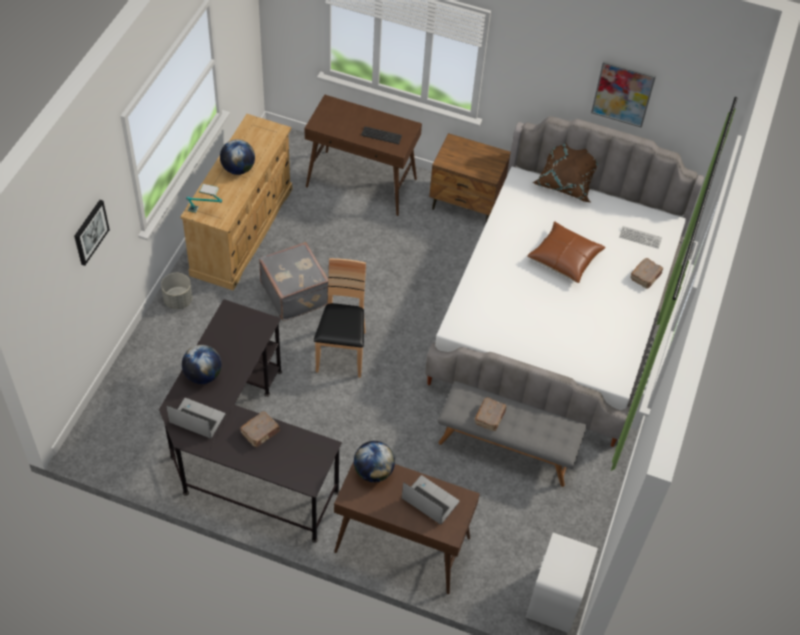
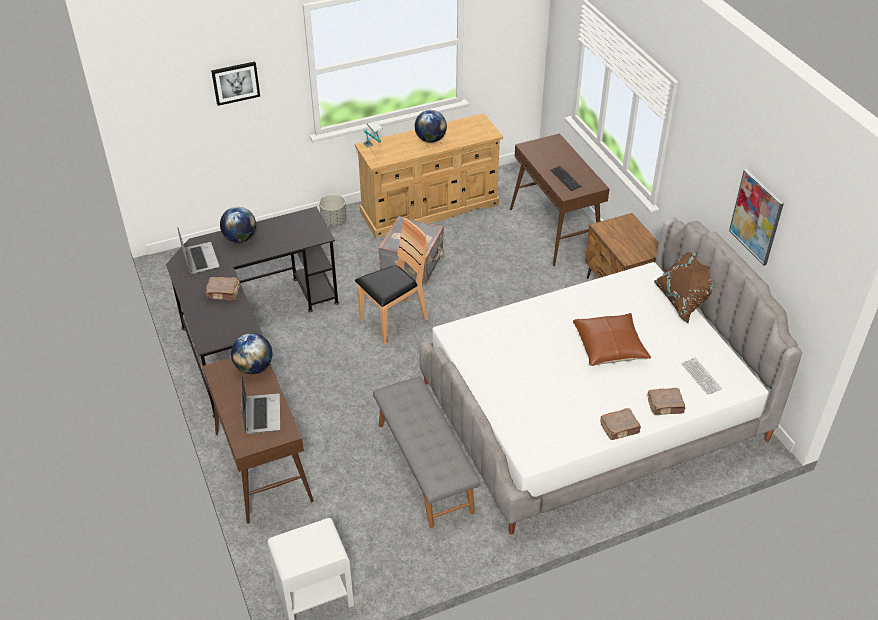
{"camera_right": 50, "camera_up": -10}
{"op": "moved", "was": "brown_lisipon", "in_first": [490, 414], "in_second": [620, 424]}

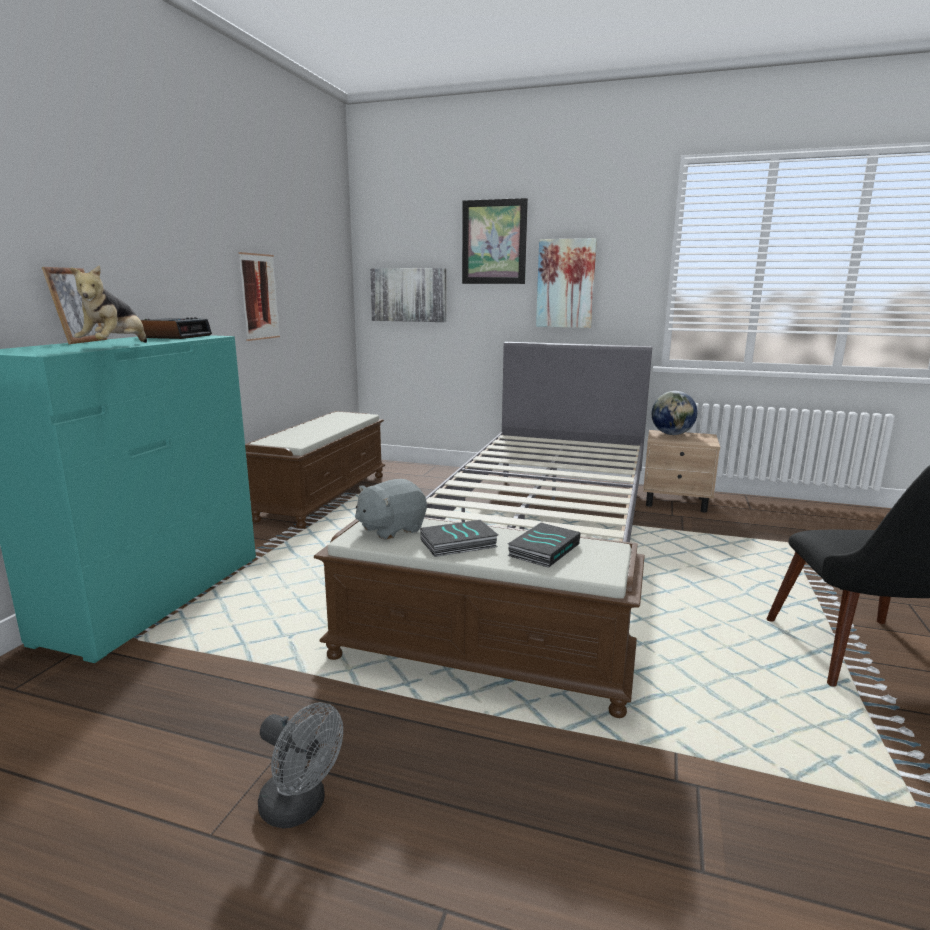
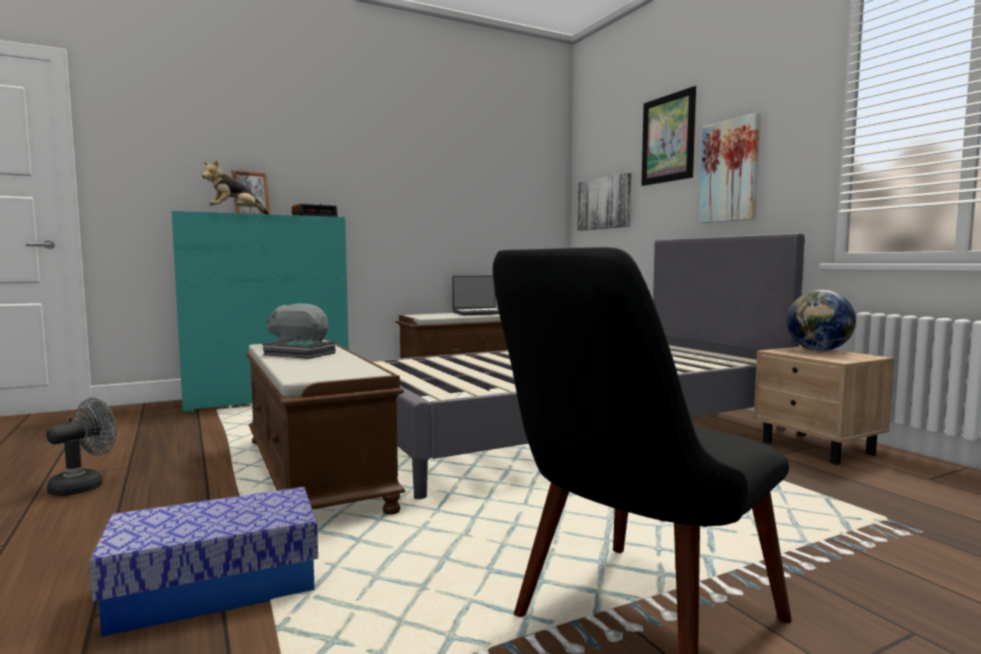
{"camera_right": 45, "camera_up": -10}
{"op": "turned", "was": "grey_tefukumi", "in_first": [300, 765], "in_second": [81, 447], "clockwise": -135}
{"op": "added", "now": "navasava", "in_second": [203, 562]}
{"op": "added", "now": "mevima", "in_second": [475, 295]}
{"op": "removed", "was": "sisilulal", "in_first": [259, 296]}
{"op": "removed", "was": "lisipon", "in_first": [543, 545]}

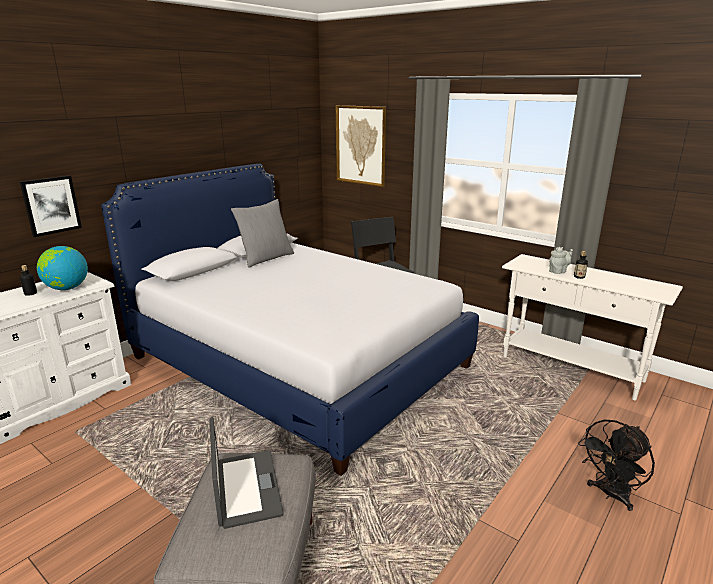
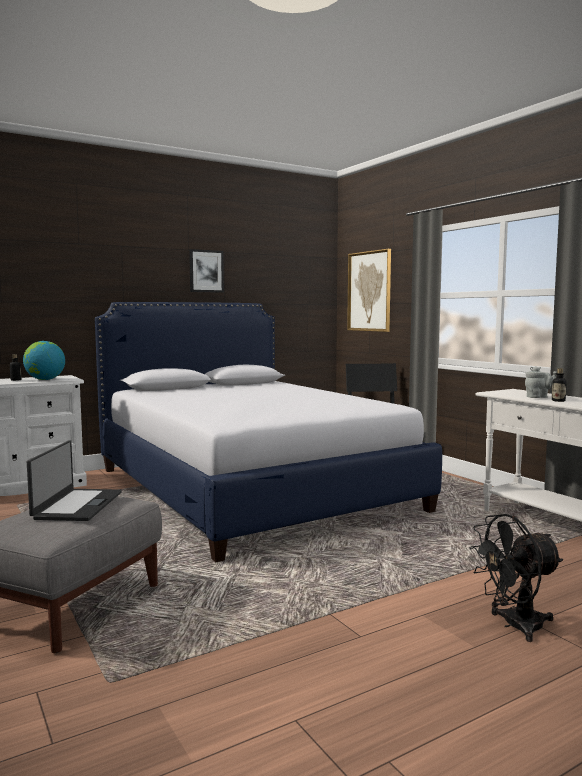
{"camera_right": 20, "camera_up": -15}
{"op": "moved", "was": "sisilulal", "in_first": [51, 206], "in_second": [206, 271]}
{"op": "removed", "was": "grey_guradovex", "in_first": [262, 233]}

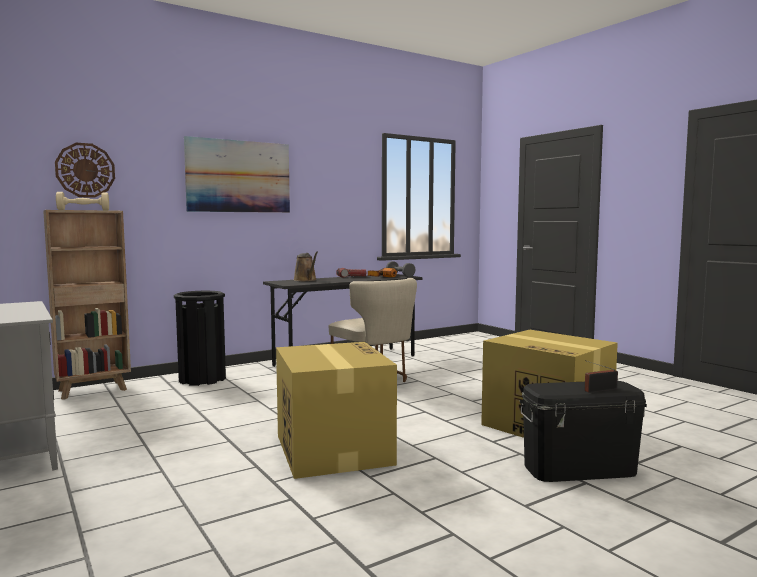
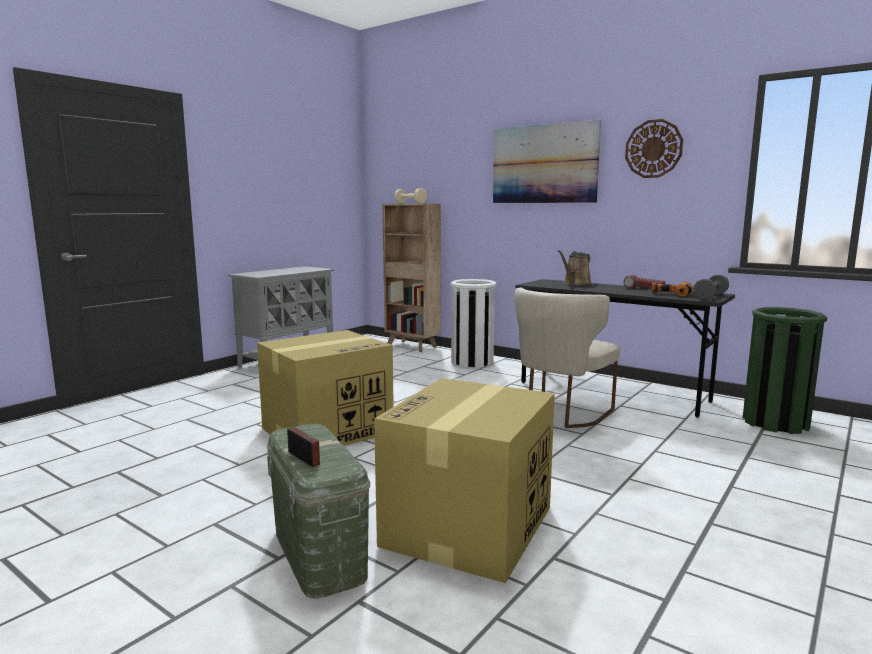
{"camera_right": 70, "camera_up": 5}
{"op": "recoloured", "was": "black_navasava", "now": "green_navasava", "in_first": [583, 431], "in_second": [318, 511]}
{"op": "recoloured", "was": "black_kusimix", "now": "white_kusimix", "in_first": [200, 338], "in_second": [473, 323]}
{"op": "moved", "was": "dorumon", "in_first": [85, 170], "in_second": [654, 148]}
{"op": "added", "now": "green_kusimix", "in_second": [785, 370]}

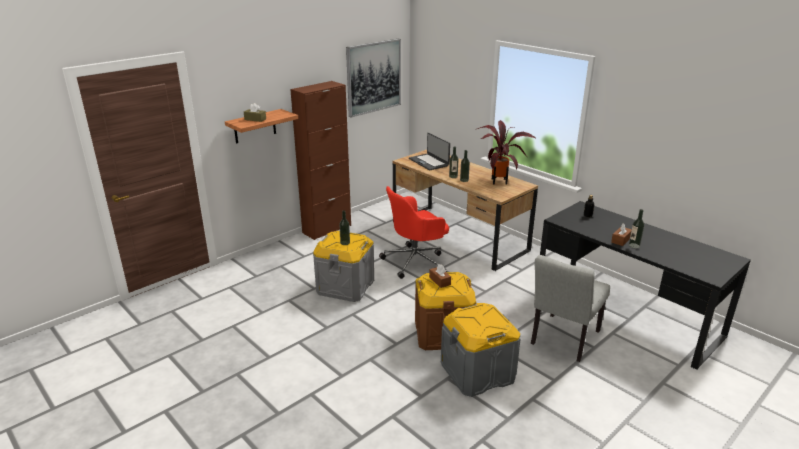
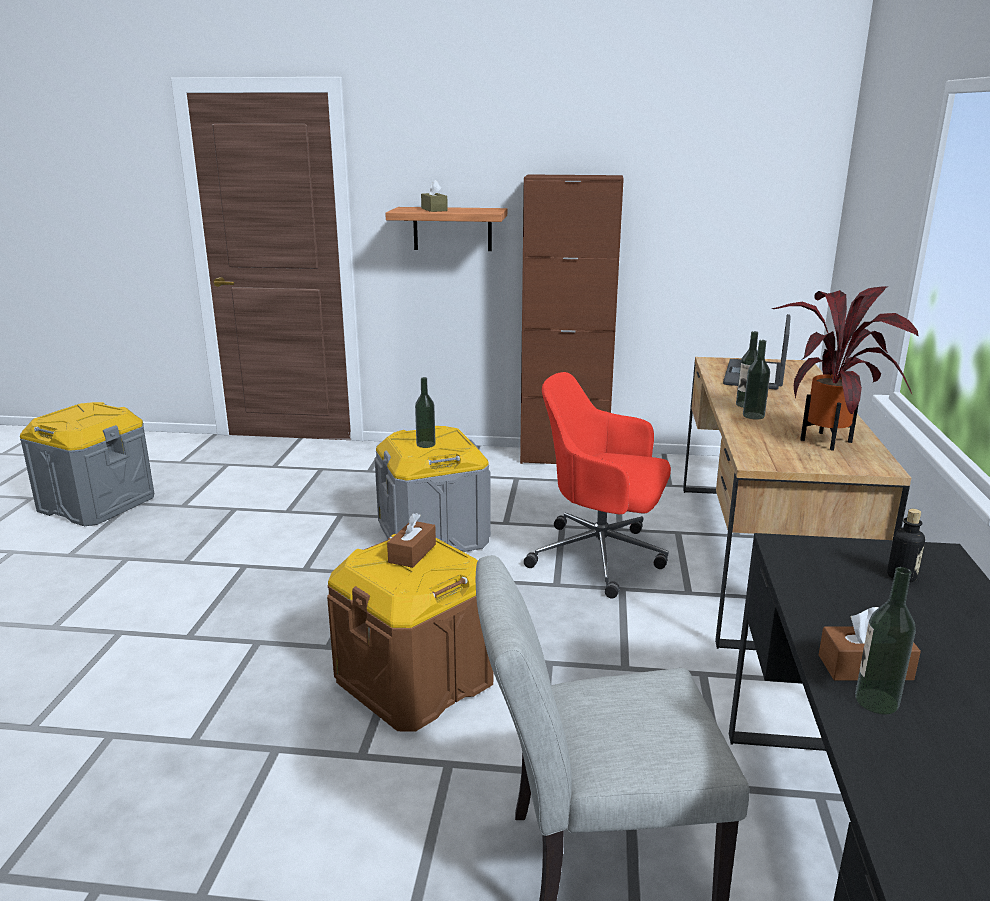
{"camera_right": 50, "camera_up": -5}
{"op": "moved", "was": "grey_navasava", "in_first": [481, 350], "in_second": [87, 464]}
{"op": "removed", "was": "sisilulal", "in_first": [373, 78]}

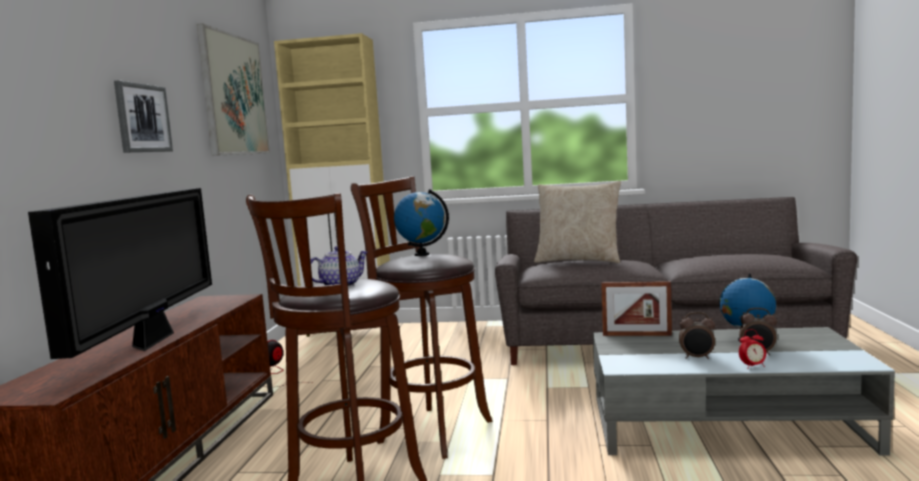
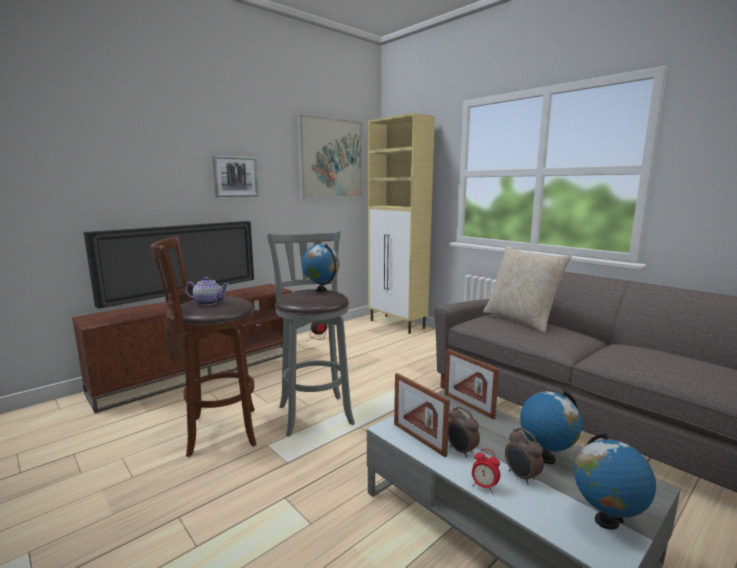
{"camera_right": 40, "camera_up": 5}
{"op": "recoloured", "was": "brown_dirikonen", "now": "grey_dirikonen", "in_first": [421, 317], "in_second": [311, 334]}
{"op": "added", "now": "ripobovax", "in_second": [422, 415]}
{"op": "added", "now": "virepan", "in_second": [615, 481]}

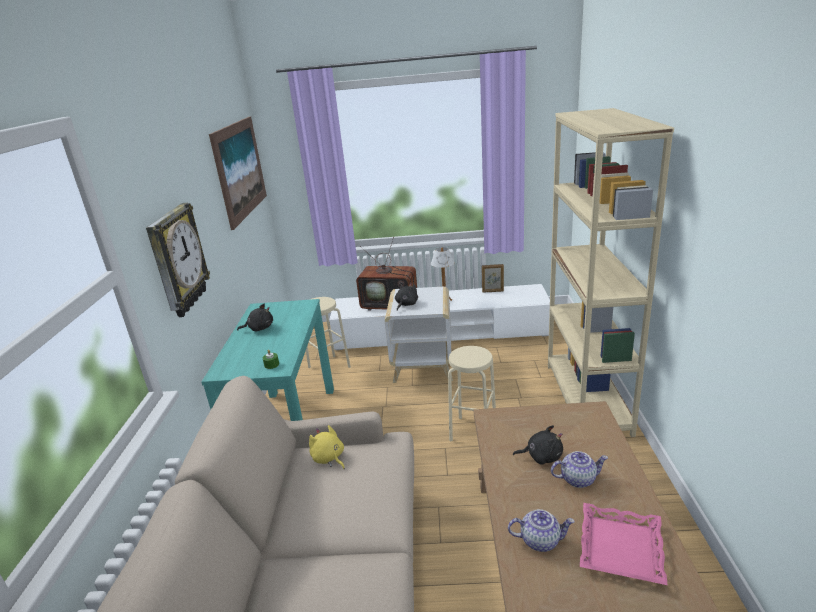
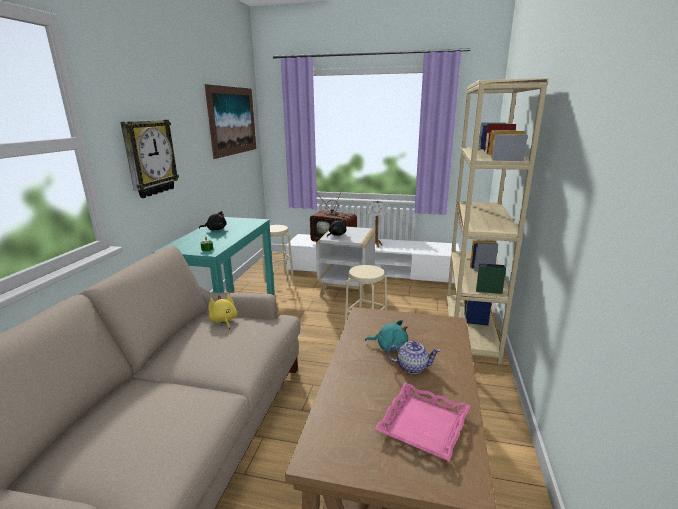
{"camera_right": 10, "camera_up": -5}
{"op": "recoloured", "was": "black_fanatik", "now": "turquoise_fanatik", "in_first": [538, 445], "in_second": [386, 335]}
{"op": "removed", "was": "ripobovax", "in_first": [493, 278]}
{"op": "removed", "was": "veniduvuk", "in_first": [541, 530]}

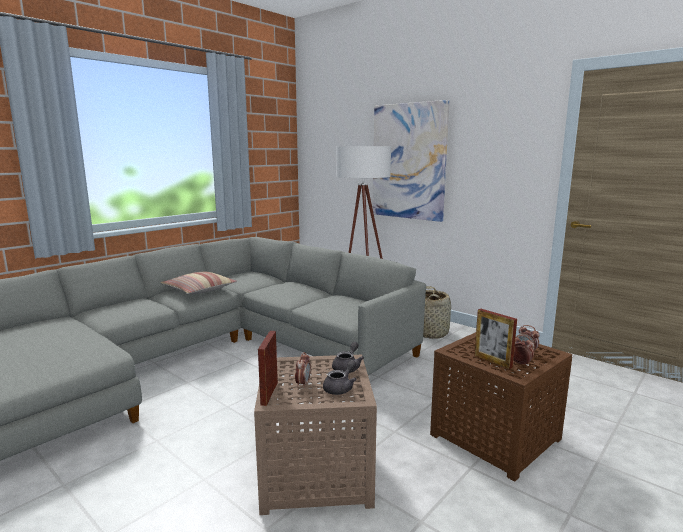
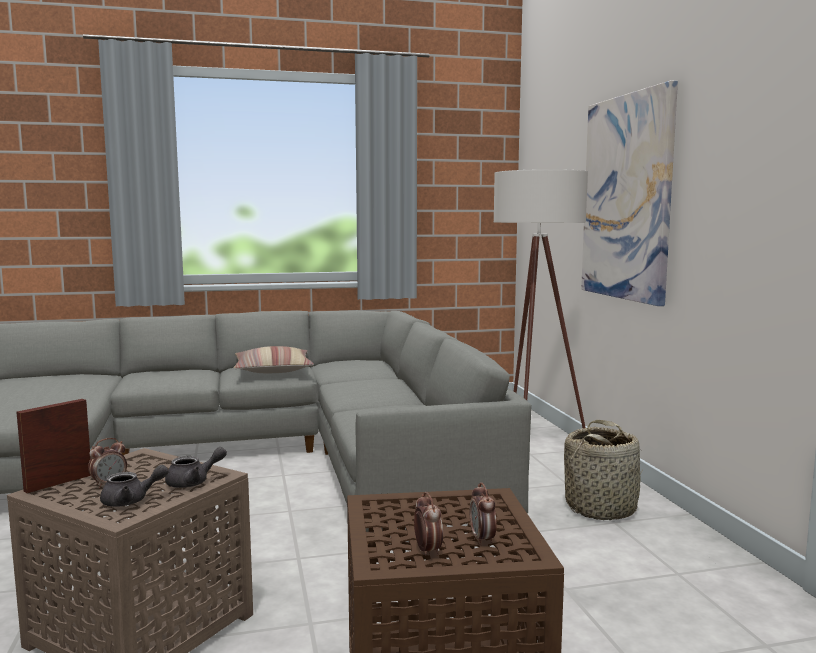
{"camera_right": 35, "camera_up": -5}
{"op": "removed", "was": "ripobovax", "in_first": [495, 339]}

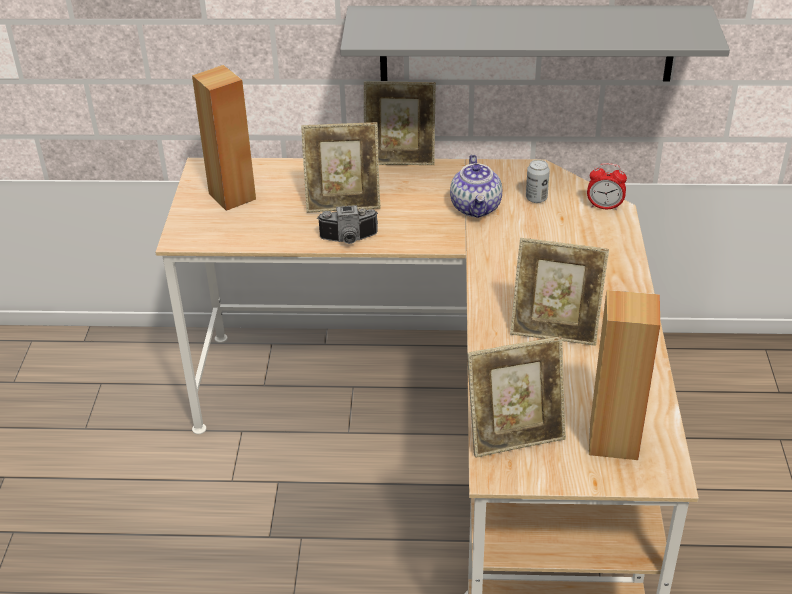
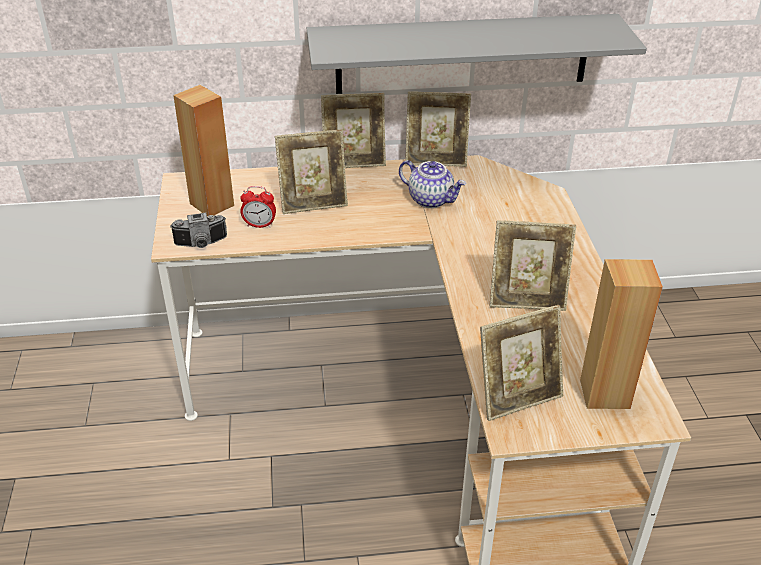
{"camera_right": -10, "camera_up": 0}
{"op": "moved", "was": "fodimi", "in_first": [348, 224], "in_second": [198, 230]}
{"op": "moved", "was": "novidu", "in_first": [607, 186], "in_second": [258, 207]}
{"op": "turned", "was": "veniduvuk", "in_first": [476, 186], "in_second": [432, 184], "clockwise": -45}
{"op": "added", "now": "ripobovax", "in_second": [438, 129]}
{"op": "removed", "was": "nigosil", "in_first": [538, 181]}

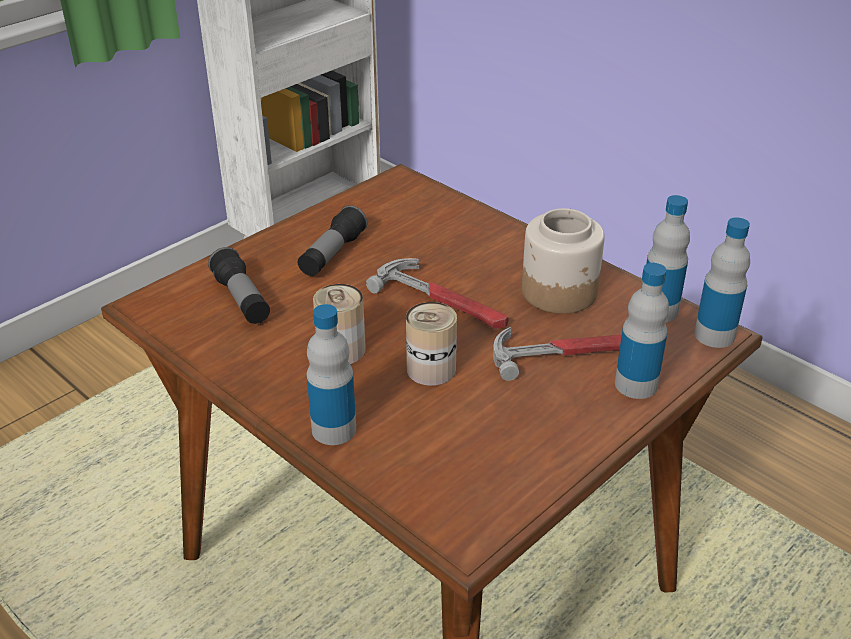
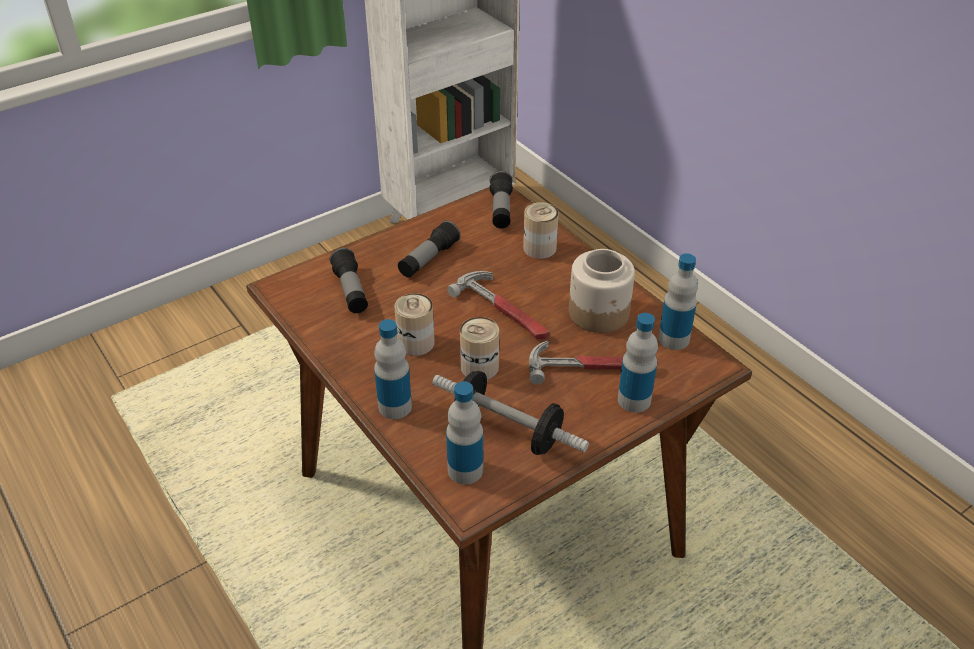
{"camera_right": 10, "camera_up": 5}
{"op": "added", "now": "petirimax", "in_second": [510, 413]}
{"op": "moved", "was": "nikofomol", "in_first": [722, 282], "in_second": [464, 432]}
{"op": "added", "now": "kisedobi", "in_second": [501, 200]}
{"op": "added", "now": "nigosil", "in_second": [541, 230]}

